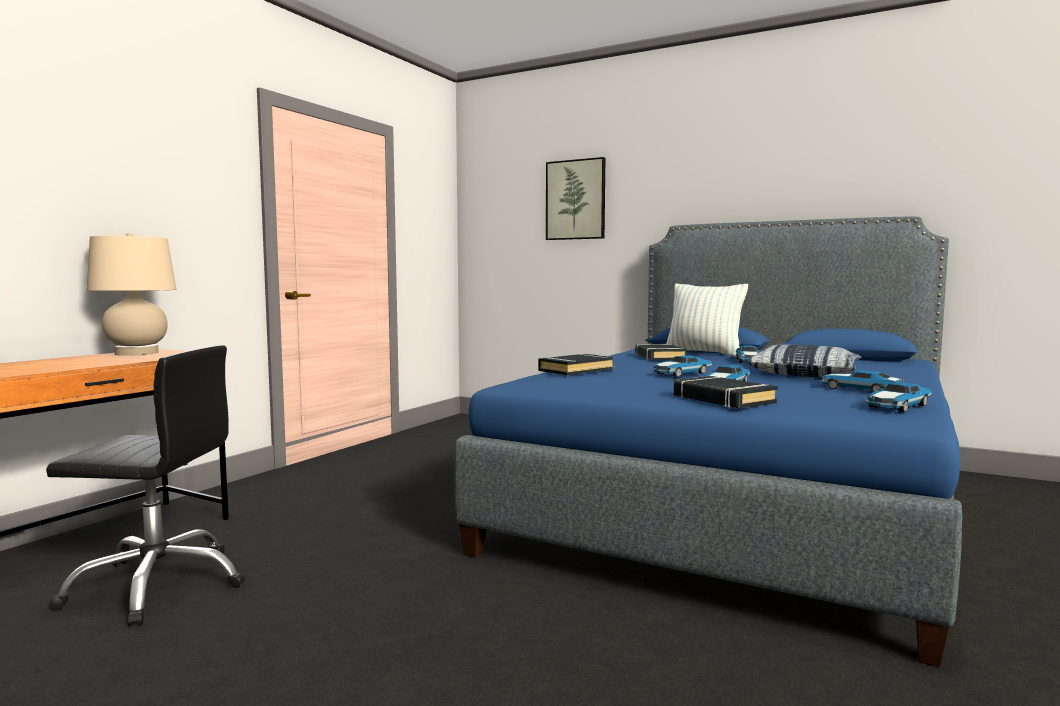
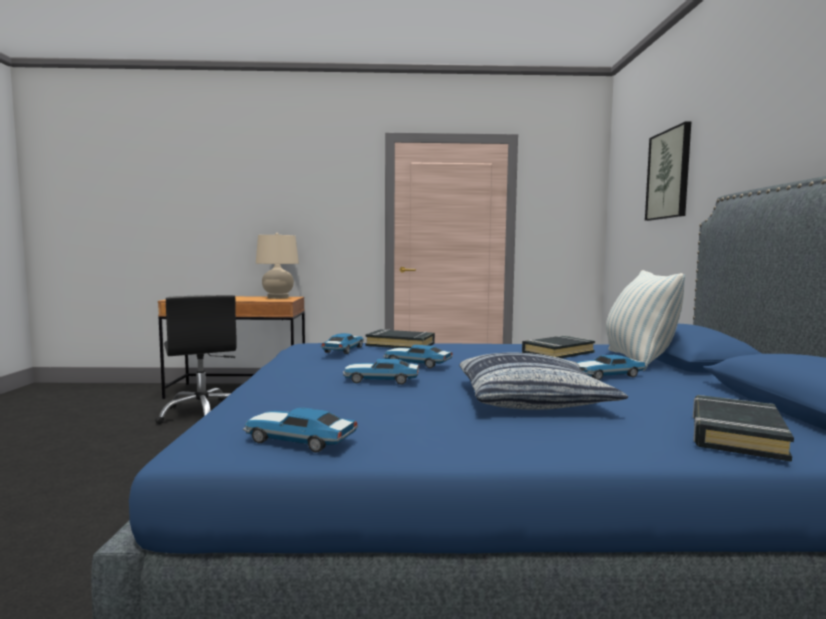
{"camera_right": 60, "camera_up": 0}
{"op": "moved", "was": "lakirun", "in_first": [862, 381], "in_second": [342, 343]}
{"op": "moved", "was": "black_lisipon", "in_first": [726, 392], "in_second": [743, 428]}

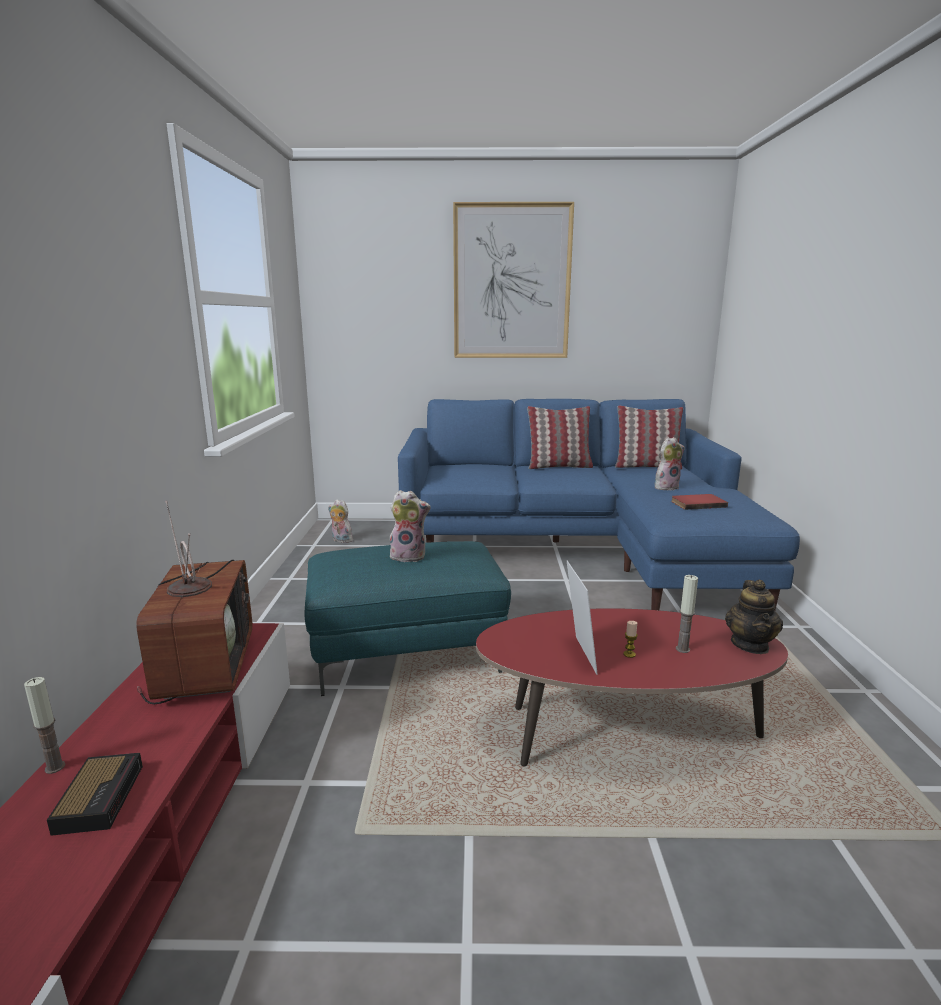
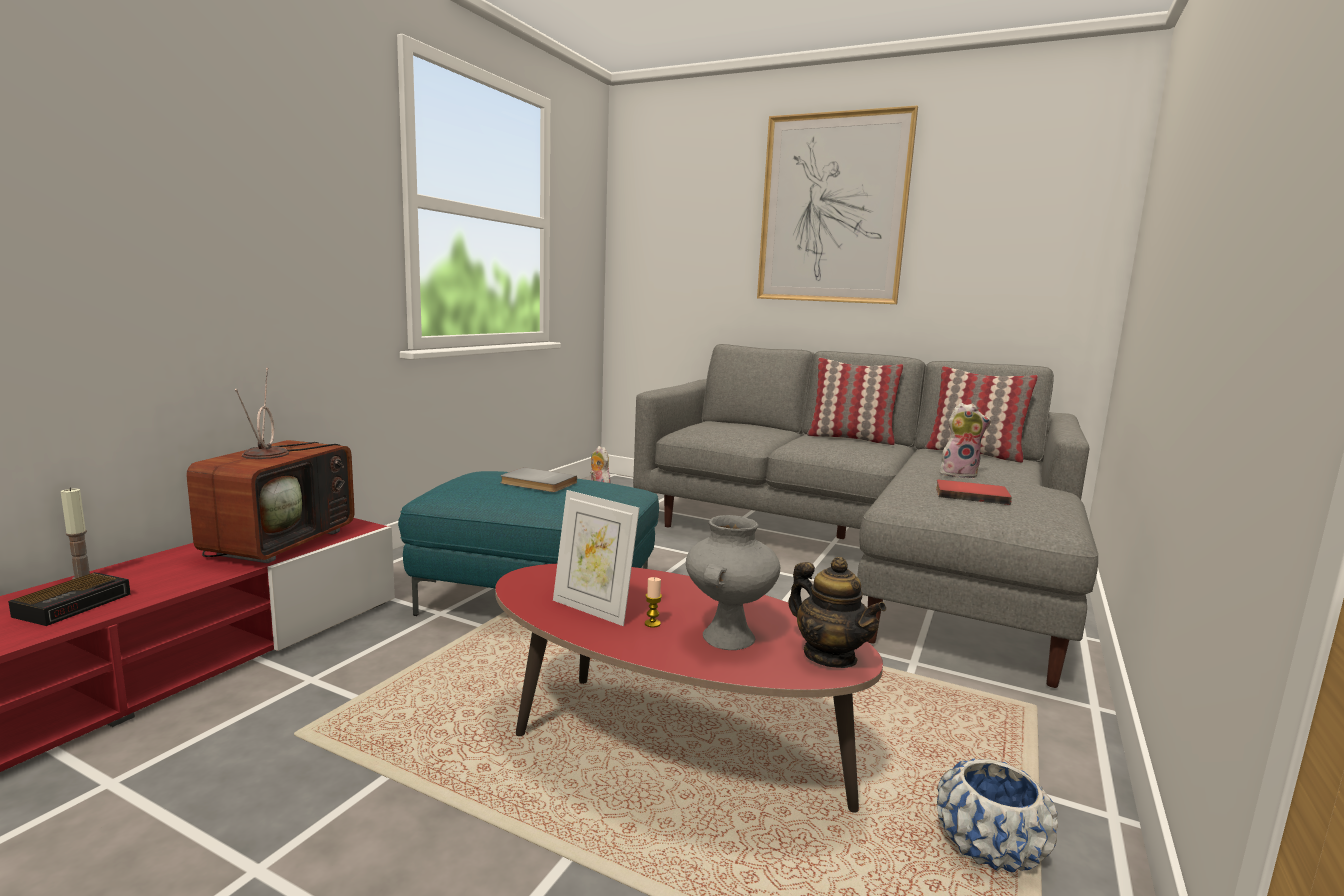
{"camera_right": 25, "camera_up": -5}
{"op": "replaced", "was": "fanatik", "now": "grey_lisipon", "in_first": [409, 526], "in_second": [538, 479]}
{"op": "turned", "was": "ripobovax", "in_first": [582, 618], "in_second": [596, 558], "clockwise": 105}
{"op": "recoloured", "was": "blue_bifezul", "now": "grey_bifezul", "in_first": [599, 504], "in_second": [865, 516]}
{"op": "replaced", "was": "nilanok", "now": "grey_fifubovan", "in_first": [687, 614], "in_second": [733, 582]}
{"op": "turned", "was": "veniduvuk", "in_first": [754, 617], "in_second": [837, 612], "clockwise": -75}
{"op": "added", "now": "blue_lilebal", "in_second": [997, 815]}

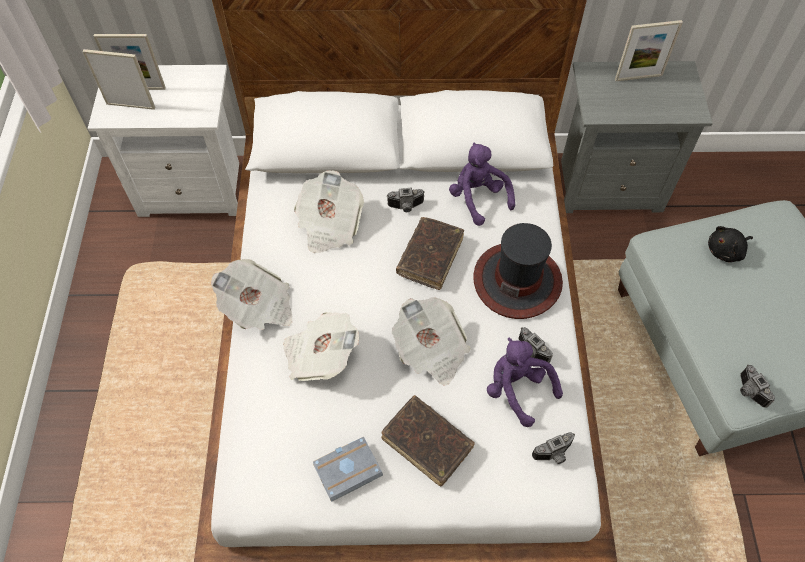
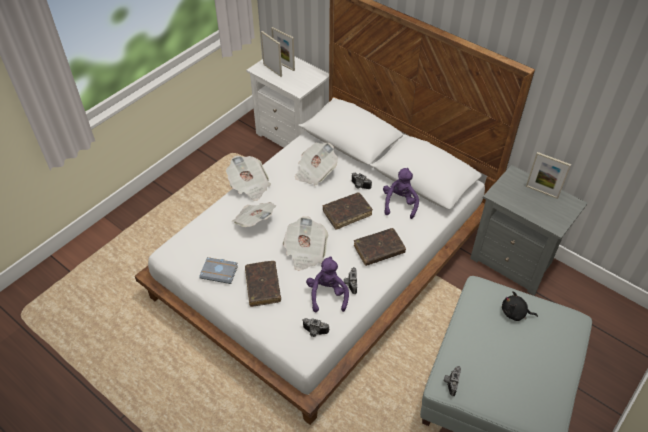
{"camera_right": 40, "camera_up": -10}
{"op": "replaced", "was": "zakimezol", "now": "brown_lisipon", "in_first": [518, 271], "in_second": [380, 247]}

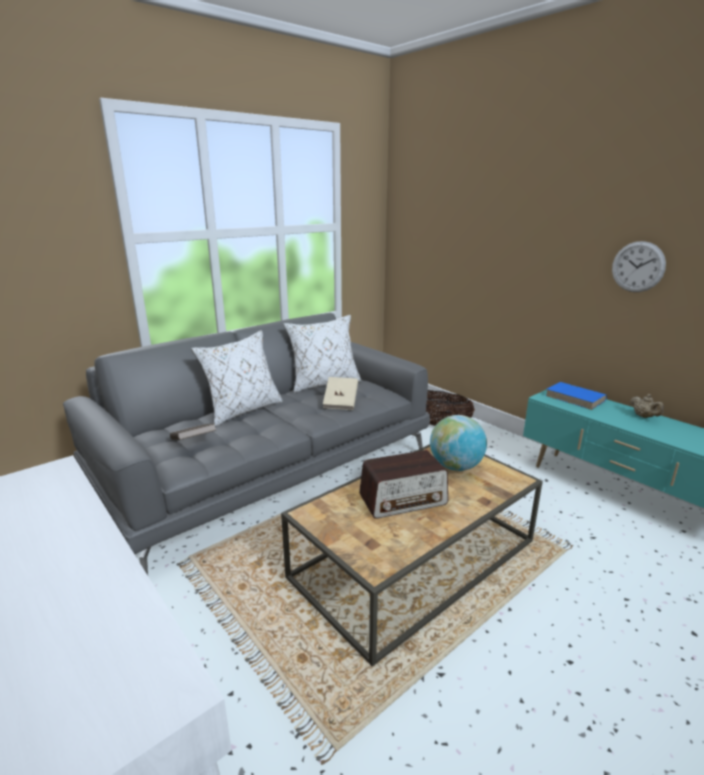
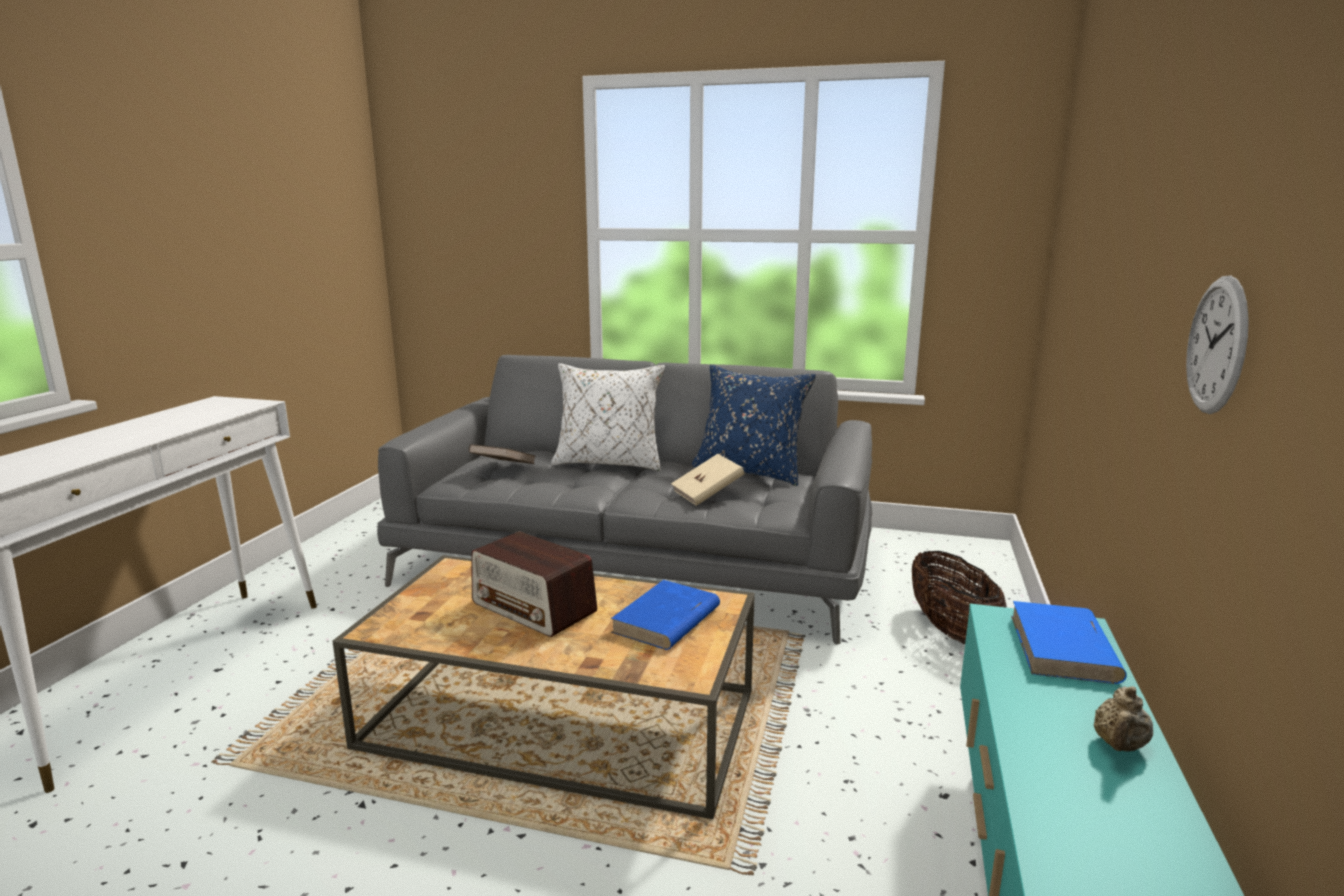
{"camera_right": 55, "camera_up": -5}
{"op": "replaced", "was": "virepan", "now": "blue_lisipon", "in_first": [458, 443], "in_second": [665, 615]}
{"op": "recoloured", "was": "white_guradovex", "now": "blue_guradovex", "in_first": [322, 354], "in_second": [754, 425]}

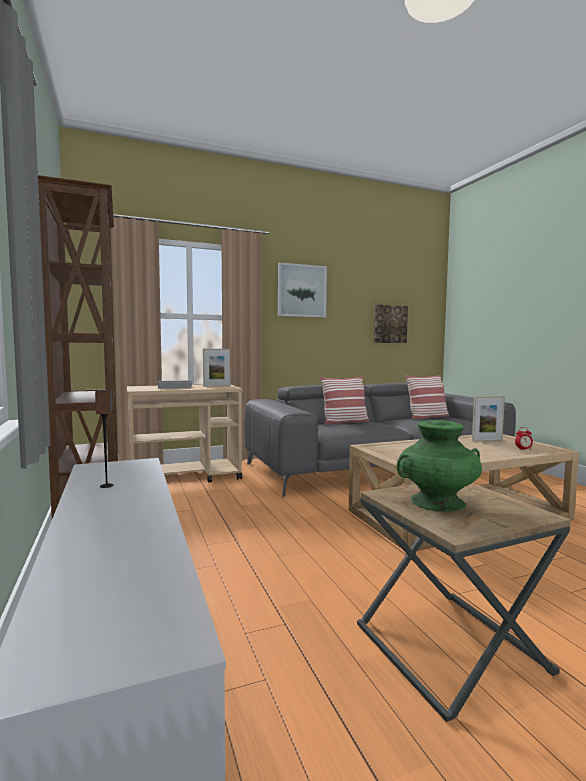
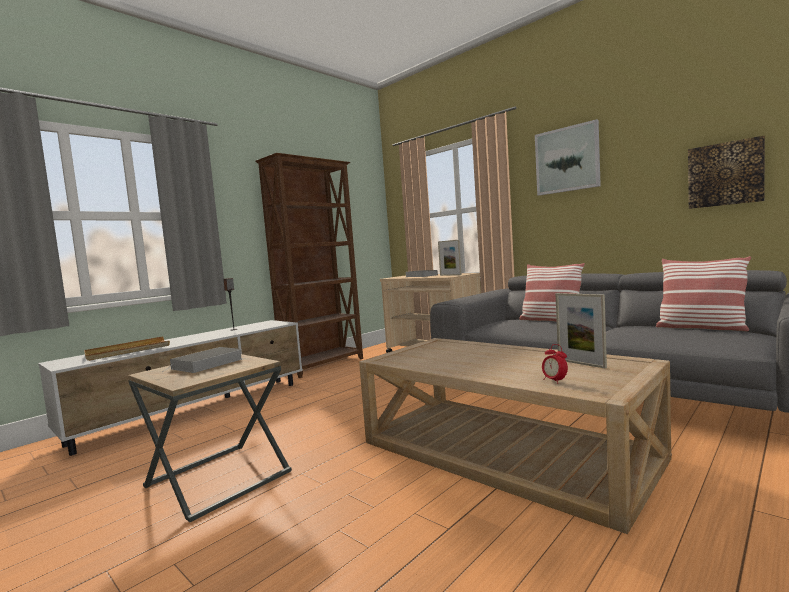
{"camera_right": 65, "camera_up": 0}
{"op": "added", "now": "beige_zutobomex", "in_second": [127, 348]}
{"op": "replaced", "was": "green_fifubovan", "now": "lisipon", "in_first": [439, 466], "in_second": [202, 360]}

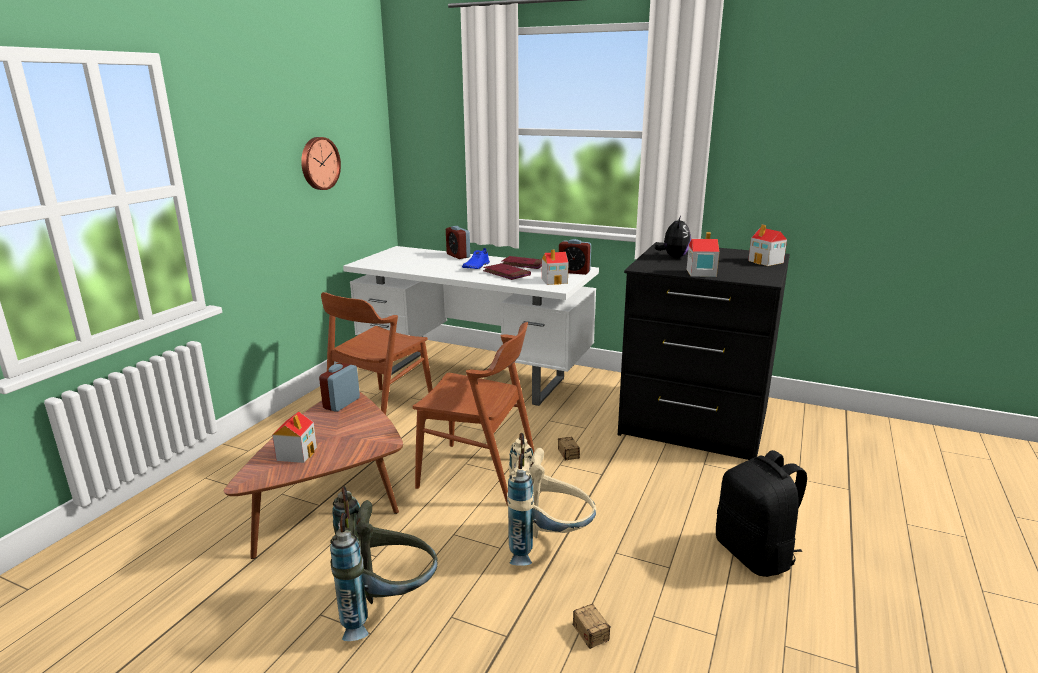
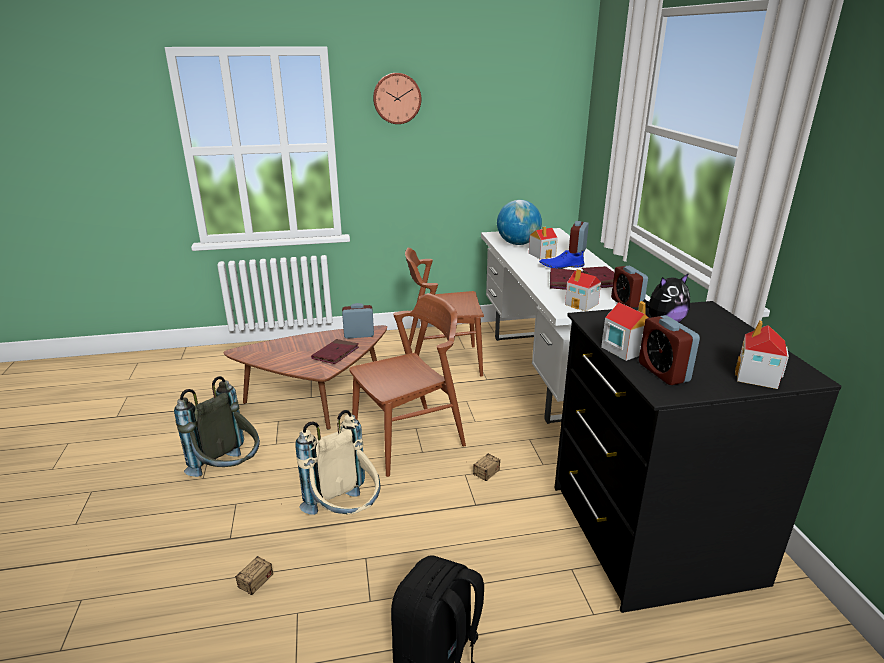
{"camera_right": 55, "camera_up": 5}
{"op": "added", "now": "red_lisipon", "in_second": [335, 351]}
{"op": "turned", "was": "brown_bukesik", "in_first": [474, 414], "in_second": [407, 385], "clockwise": -105}
{"op": "moved", "was": "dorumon", "in_first": [321, 163], "in_second": [397, 98]}
{"op": "added", "now": "virepan", "in_second": [519, 222]}
{"op": "moved", "was": "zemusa", "in_first": [294, 437], "in_second": [543, 243]}
{"op": "added", "now": "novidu", "in_second": [669, 350]}

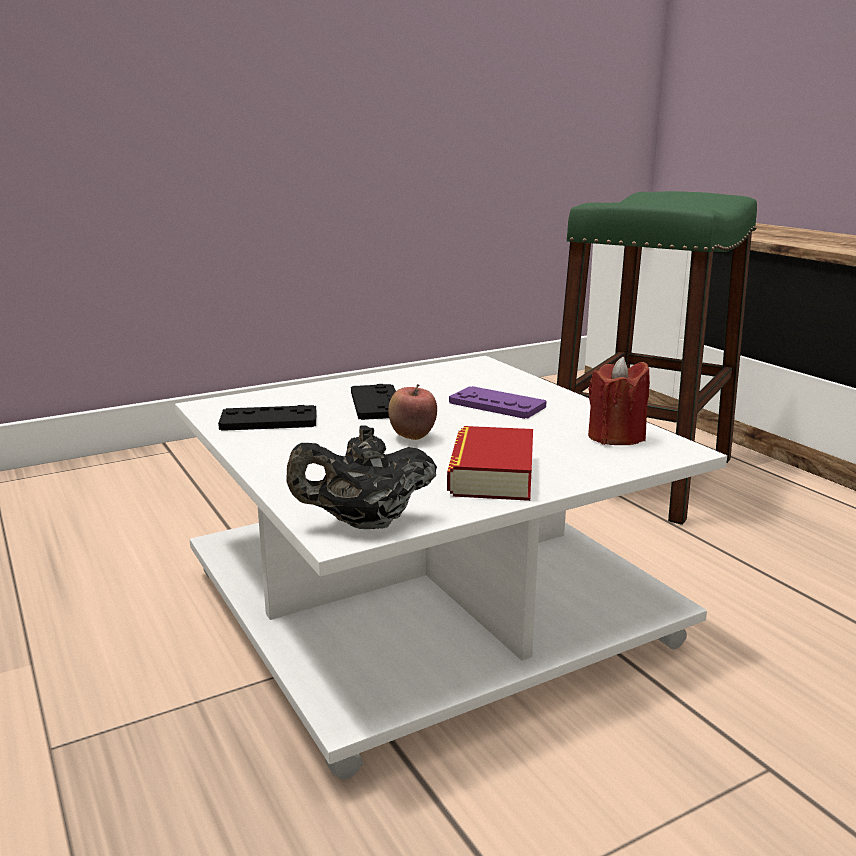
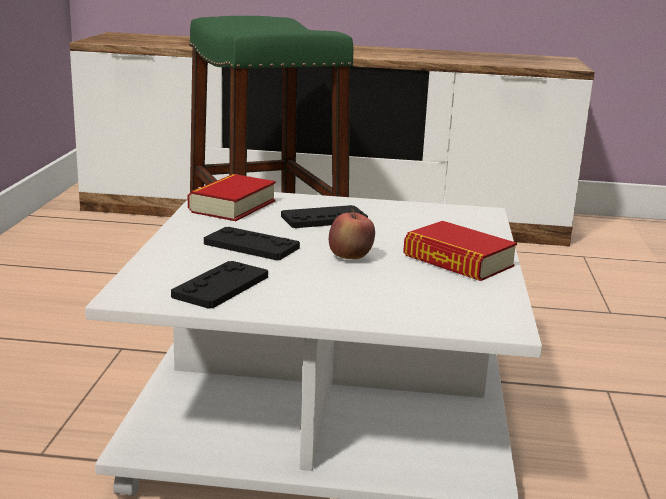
{"camera_right": -55, "camera_up": 0}
{"op": "added", "now": "lisipon", "in_second": [232, 197]}
{"op": "recoloured", "was": "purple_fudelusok", "now": "black_fudelusok", "in_first": [497, 402], "in_second": [324, 216]}
{"op": "removed", "was": "black_veniduvuk", "in_first": [361, 477]}
{"op": "removed", "was": "red_nilanok", "in_first": [619, 401]}

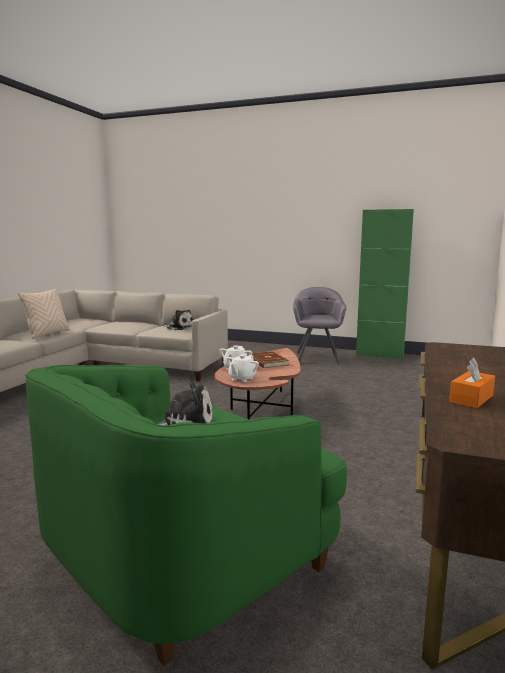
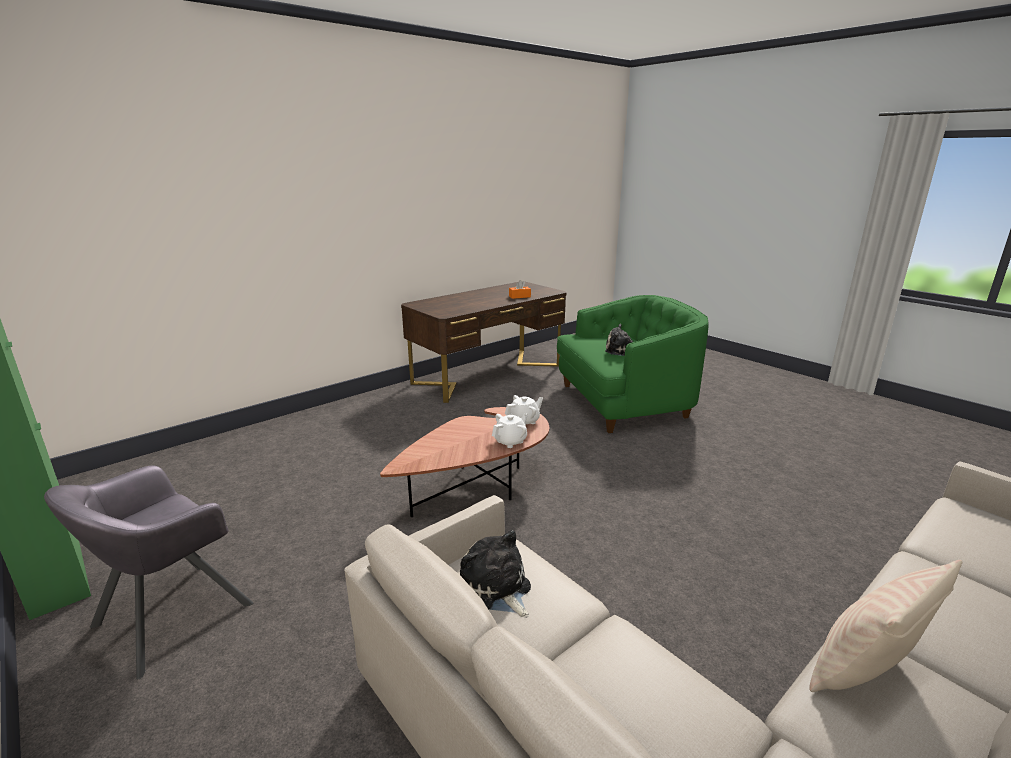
{"camera_right": -150, "camera_up": 10}
{"op": "removed", "was": "brown_lisipon", "in_first": [268, 359]}

